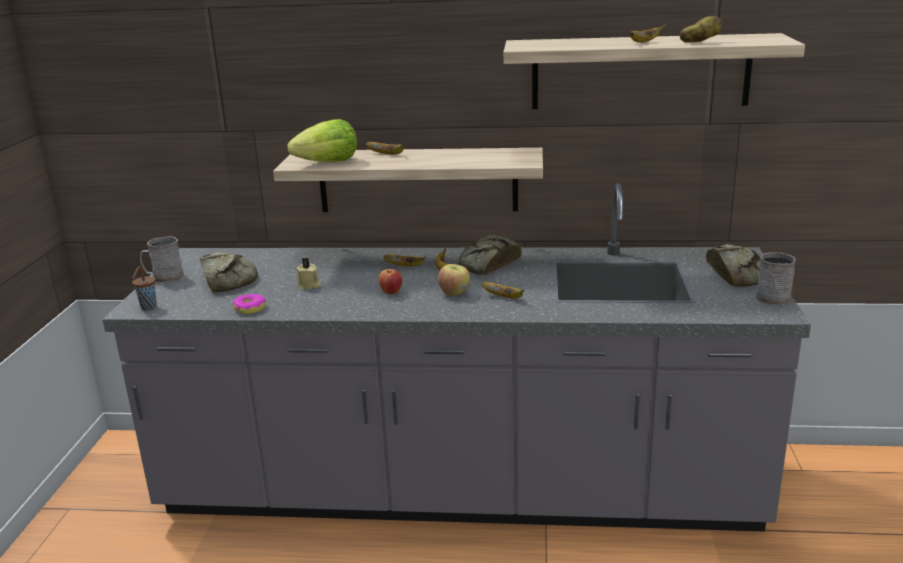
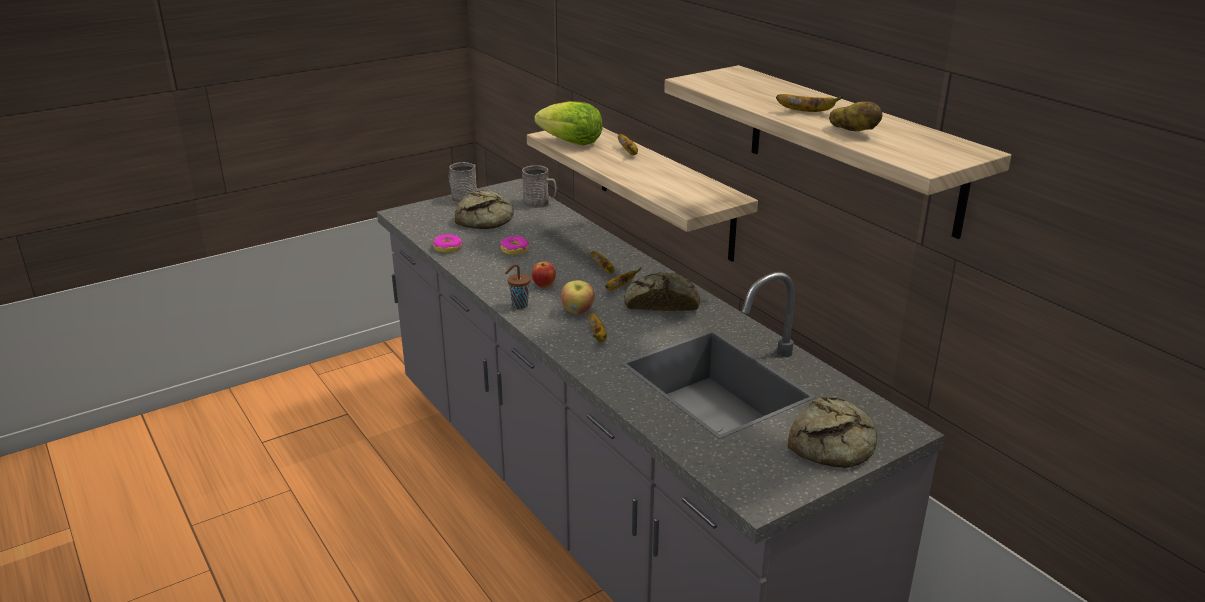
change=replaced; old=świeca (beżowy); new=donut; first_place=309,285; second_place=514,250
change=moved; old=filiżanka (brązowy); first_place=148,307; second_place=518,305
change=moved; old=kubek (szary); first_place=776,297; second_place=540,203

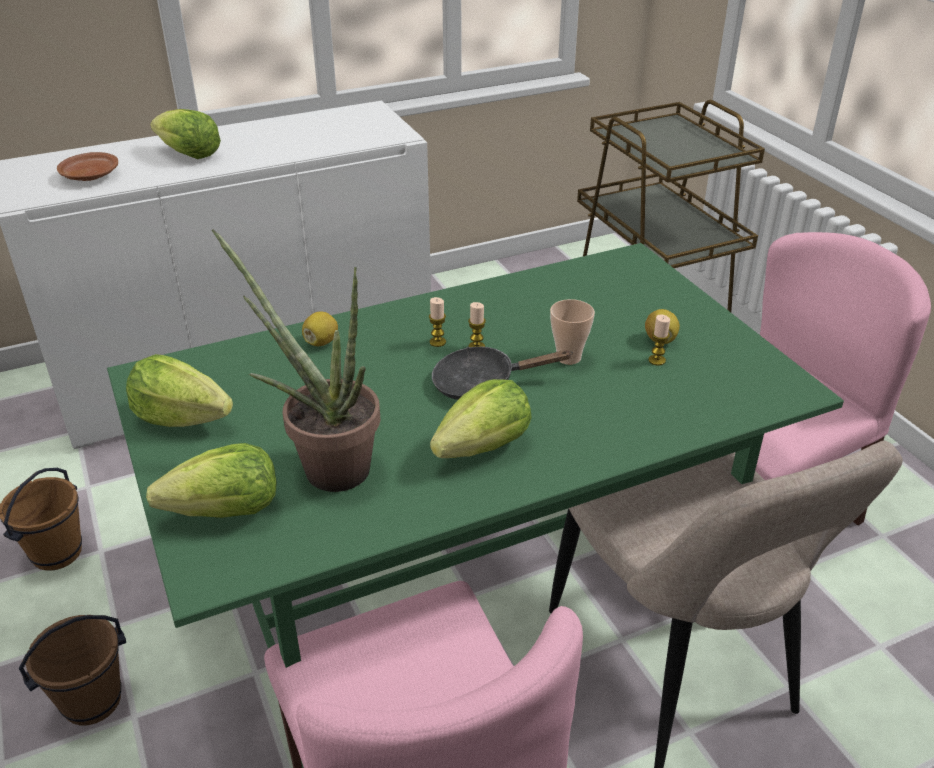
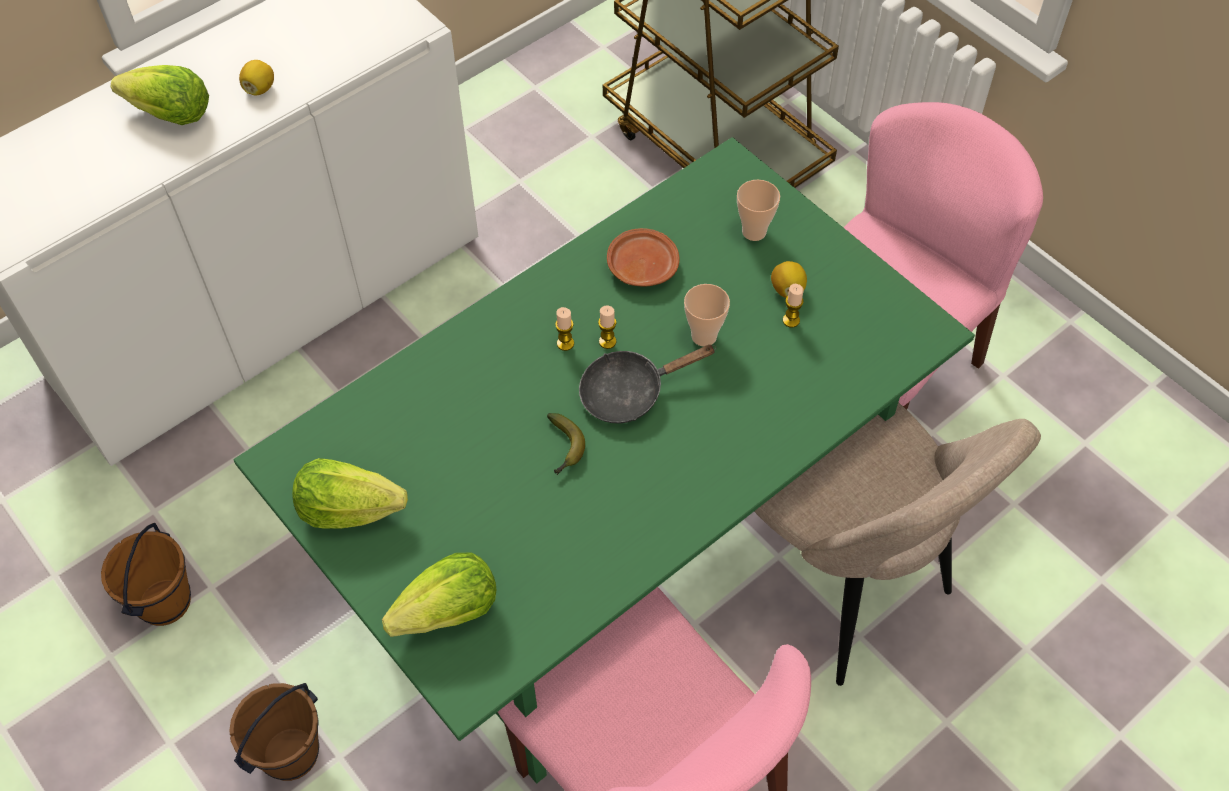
change=moved; old=cytryna; first_place=321,342; second_place=260,88
change=added; new=banan; second_place=564,448
change=moved; old=talerz (brązowy); first_place=90,176; second_place=642,266
change=added; new=filiżanka; second_place=754,232
change=removed; old=roślina doniczkowa; first_place=325,465
change=removed; old=sałata; first_place=484,447

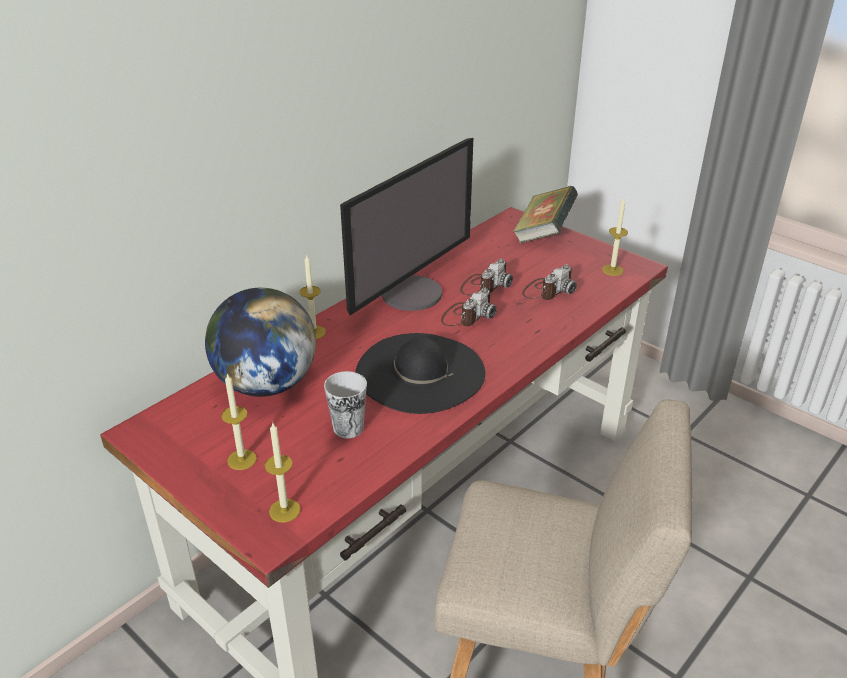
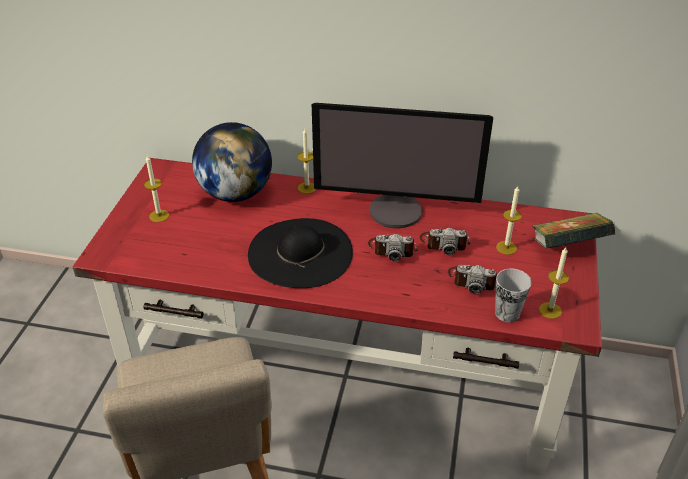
change=moved; old=filiżanka; first_place=348,428; second_place=507,313
change=moved; old=świeca; first_place=284,510; second_place=506,247

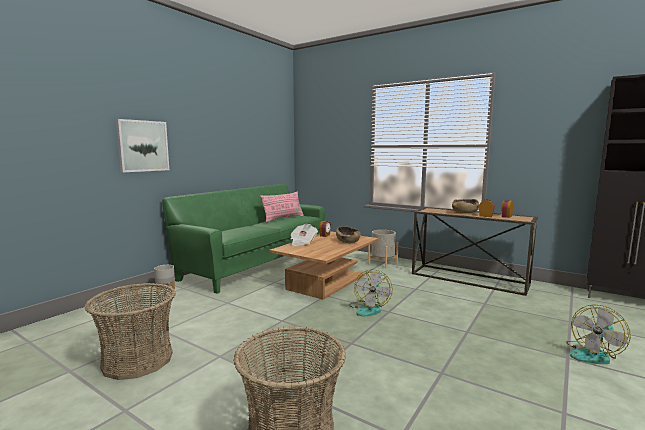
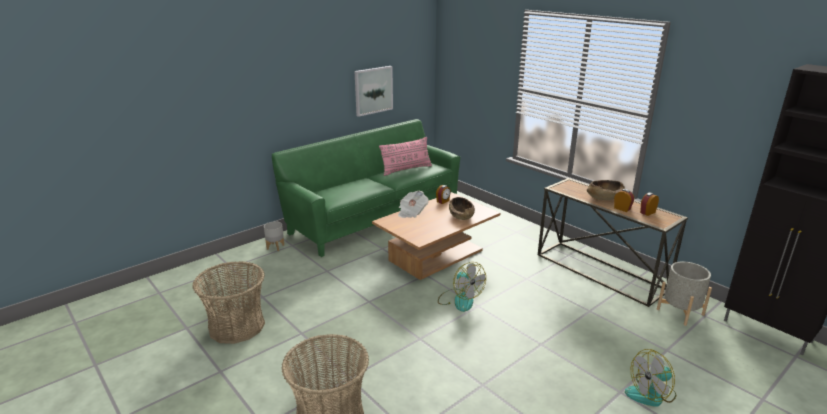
change=moved; old=obraz; first_place=143,146; second_place=373,90
change=turned; old=wentylator; first_place=369,309; second_place=459,299; degrees=-60
change=moved; old=donica (szary); first_place=382,263; second_place=680,312

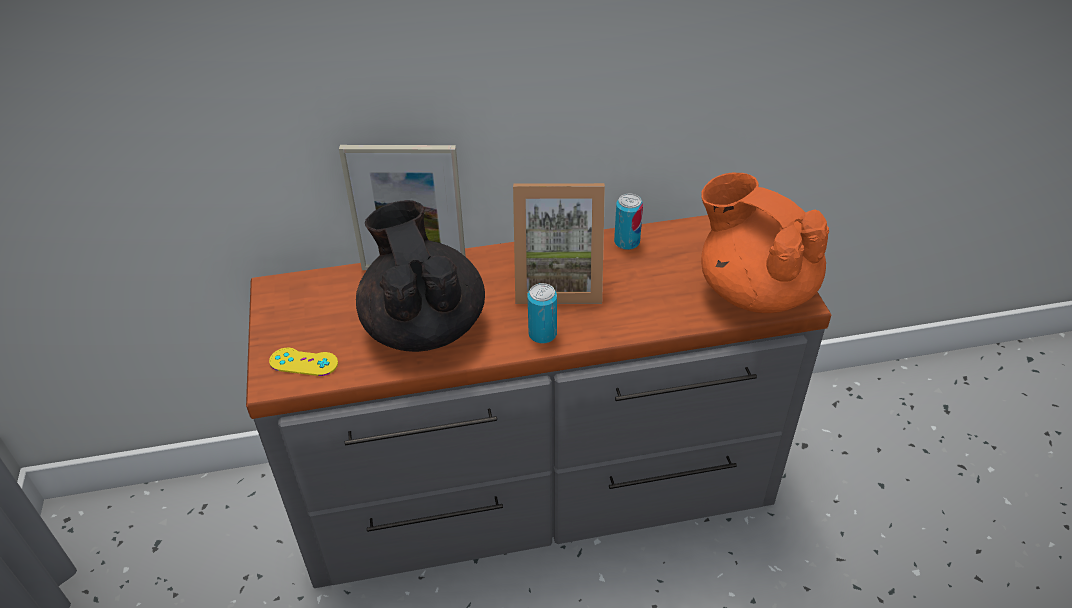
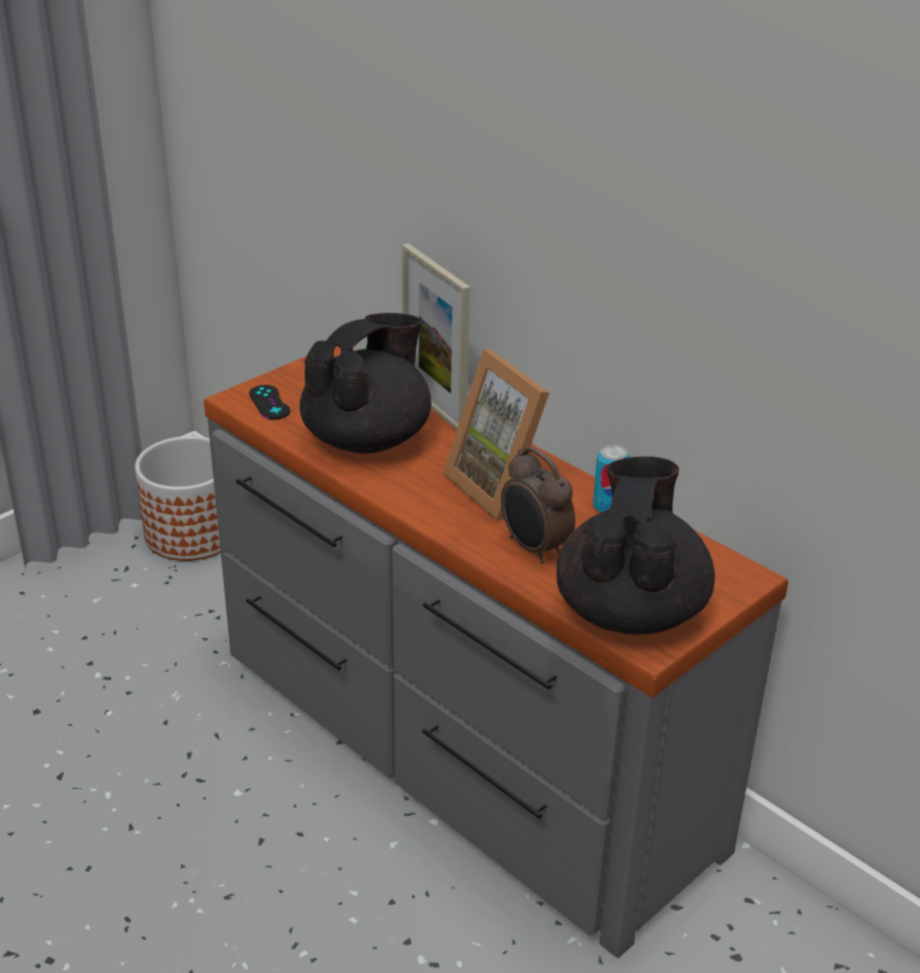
change=added; new=donica; second_place=193,534
change=recoloured; old=pad do gier (żółty); new=pad do gier (czarny); first_place=303,362; second_place=269,402
change=added; new=budzik; second_place=534,549
change=recoloured; old=imbryk (pomarańczowy); new=imbryk (czarny); first_place=754,289; second_place=630,610
change=removed; old=puszka; first_place=542,334

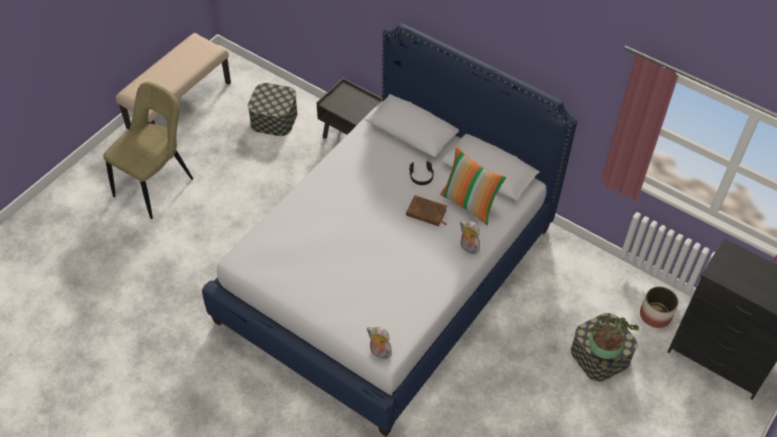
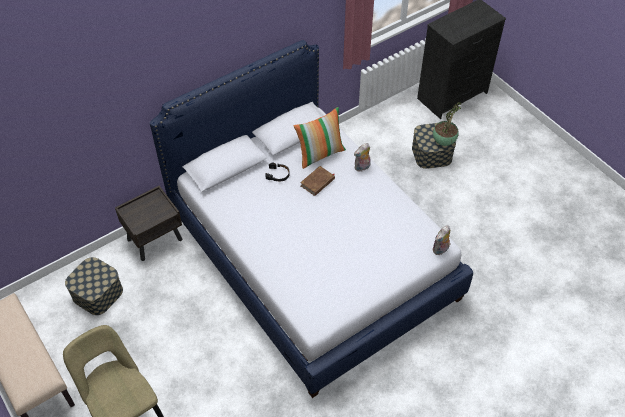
change=removed; old=donica; first_place=655,315

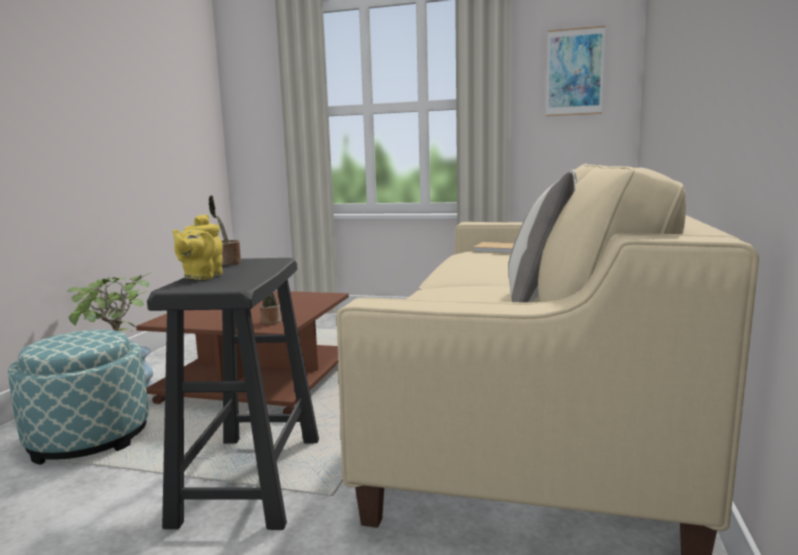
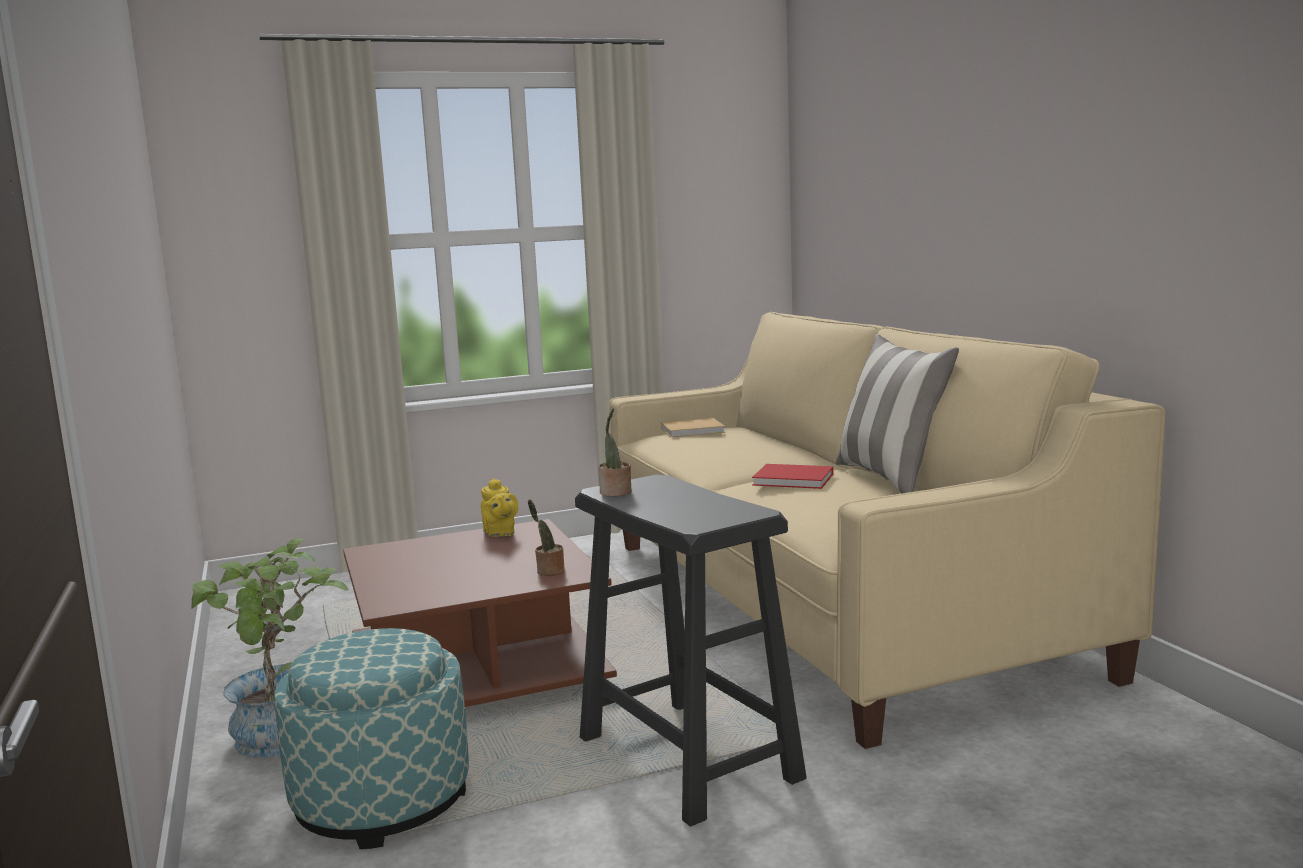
change=moved; old=imbryk (żółty); first_place=201,276; second_place=500,533
change=added; new=książka (czerwony); second_place=795,480
change=removed; old=obraz; first_place=574,72

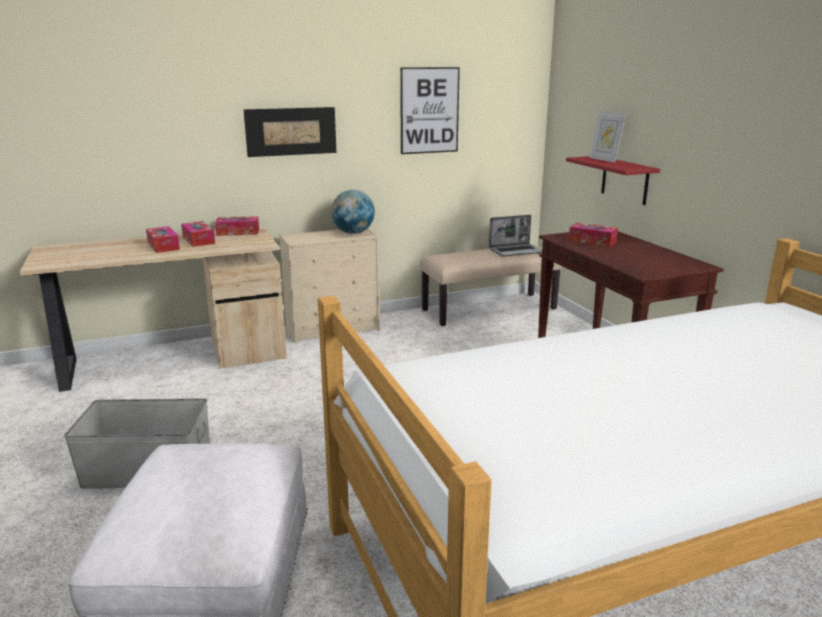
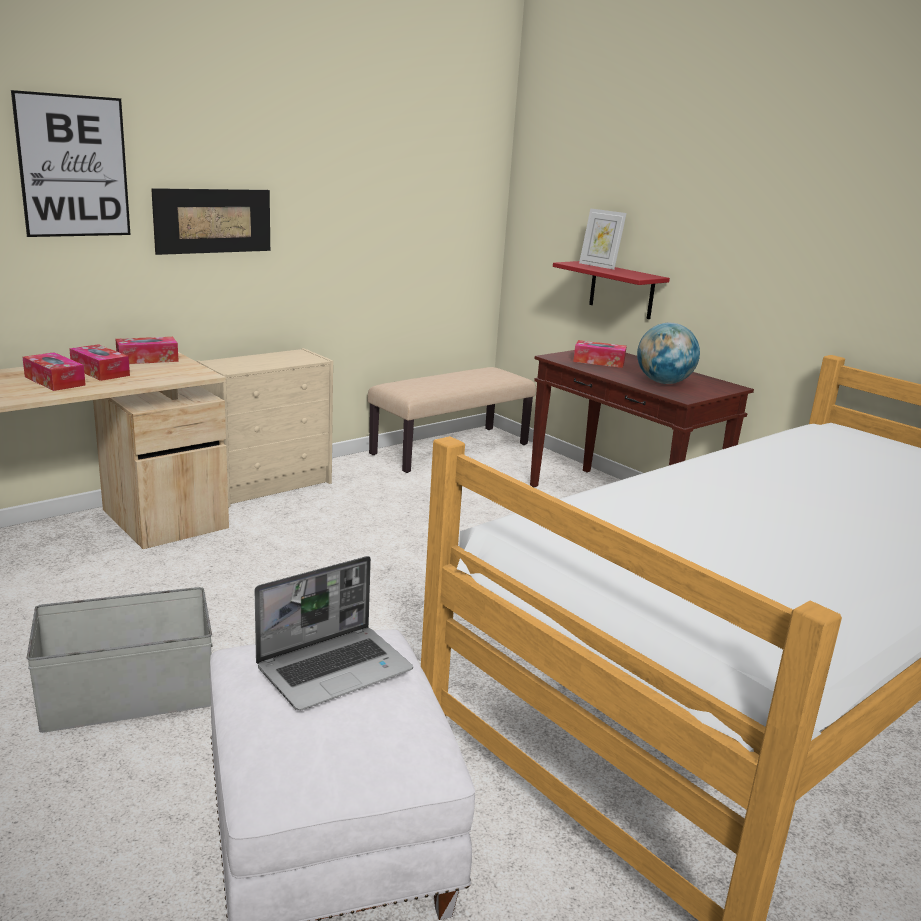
change=moved; old=obraz; first_place=429,110; second_place=73,166
change=moved; old=laptop; first_place=516,251; second_place=335,668
change=moved; old=globus; first_place=353,233; second_place=663,382

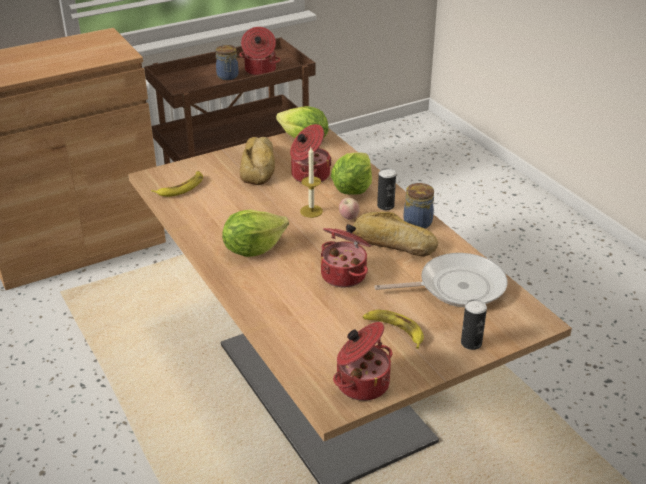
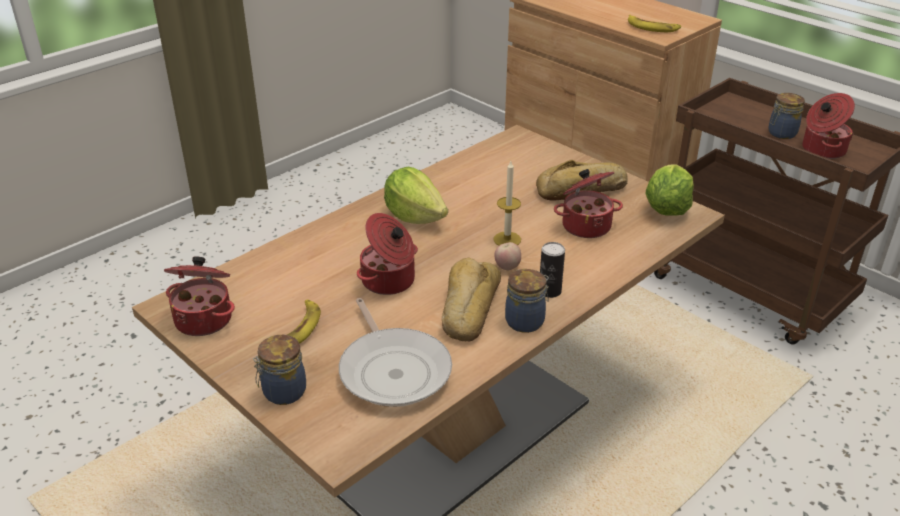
change=replaced; old=puszka; new=słoik; first_place=471,343; second_place=282,392
change=moved; old=banan; first_place=181,187; second_place=652,27
change=removed; old=sałata; first_place=352,189

